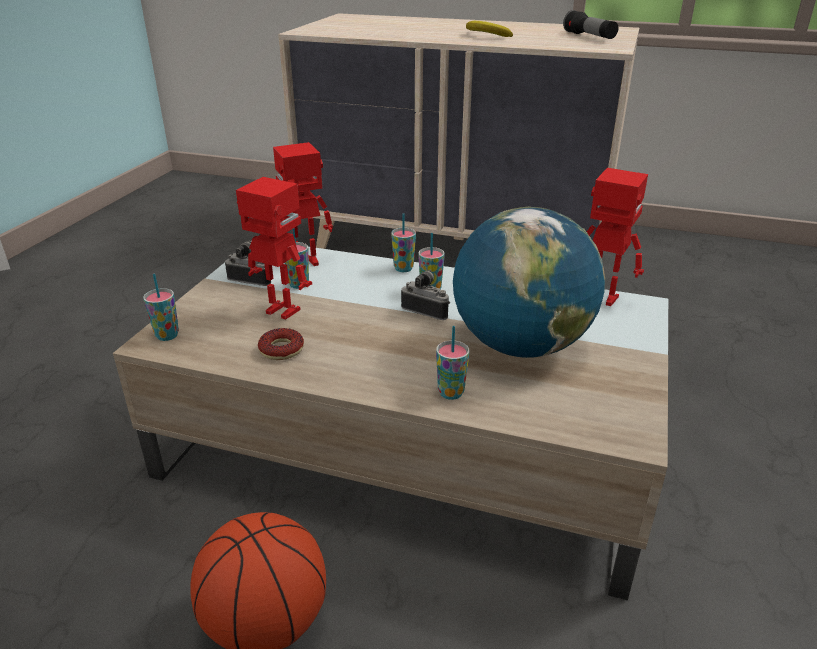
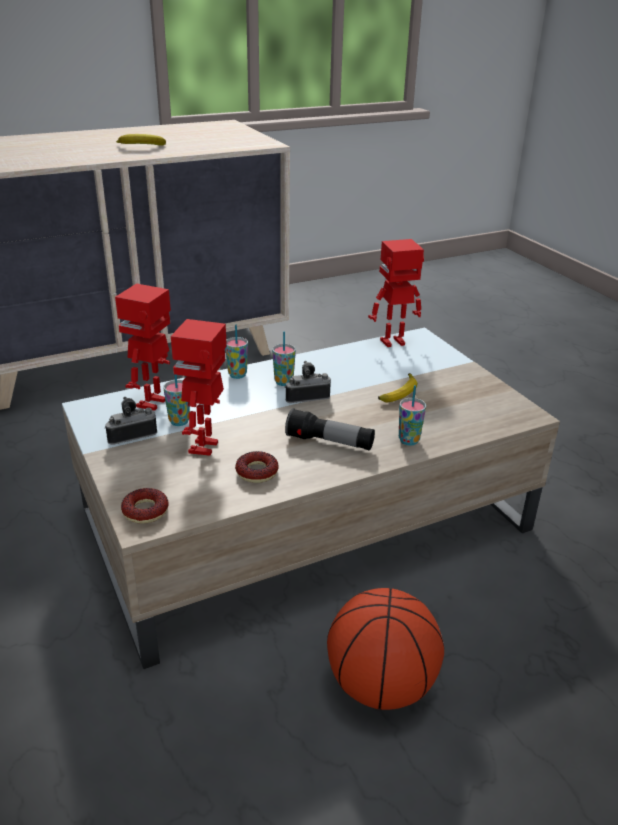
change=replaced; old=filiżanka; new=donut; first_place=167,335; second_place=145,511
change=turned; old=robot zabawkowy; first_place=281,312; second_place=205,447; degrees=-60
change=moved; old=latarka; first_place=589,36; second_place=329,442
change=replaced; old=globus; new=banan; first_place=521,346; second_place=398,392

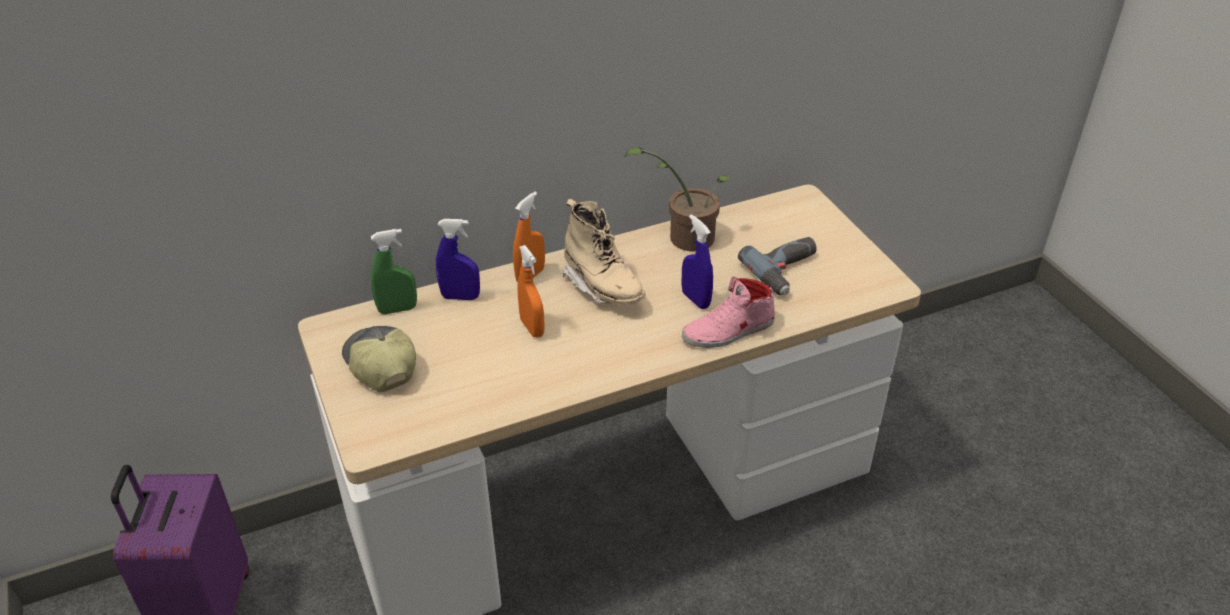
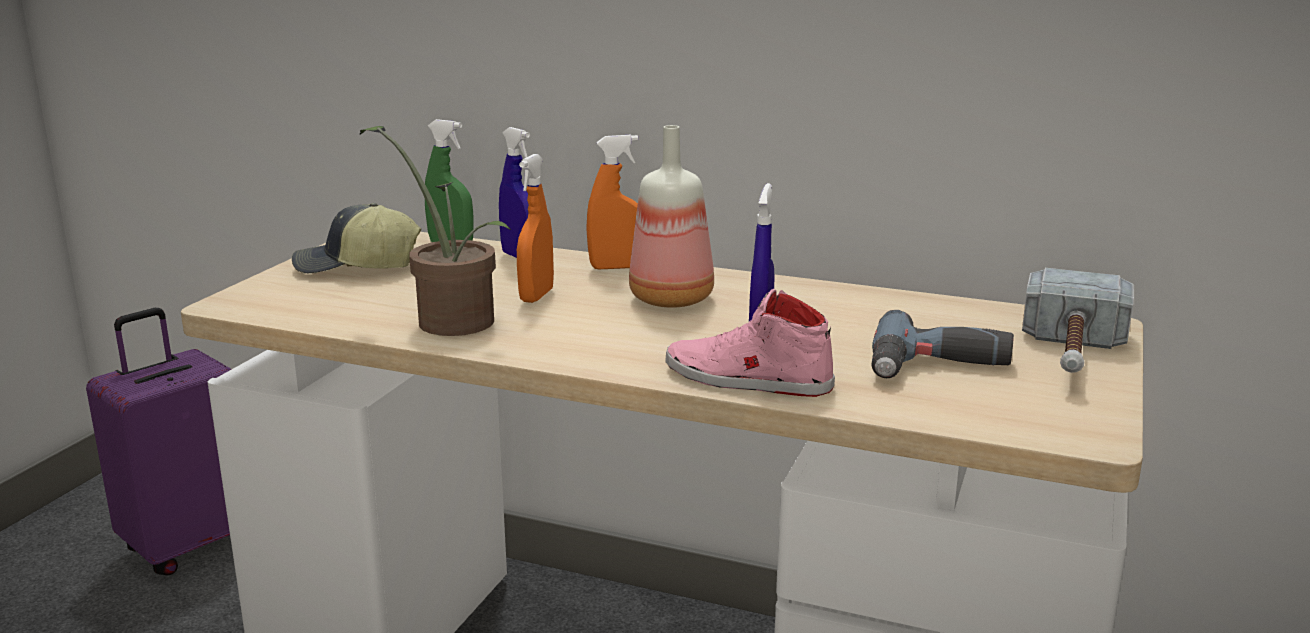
change=turned; old=czapka z daszkiem; first_place=379,365; second_place=356,267; degrees=-105
change=moved; old=roślina doniczkowa; first_place=684,237; second_place=450,318
change=replaced; old=but z cholewką (beżowy); new=butelka; first_place=603,287; second_place=673,298
change=added; new=młotek; second_place=1071,355

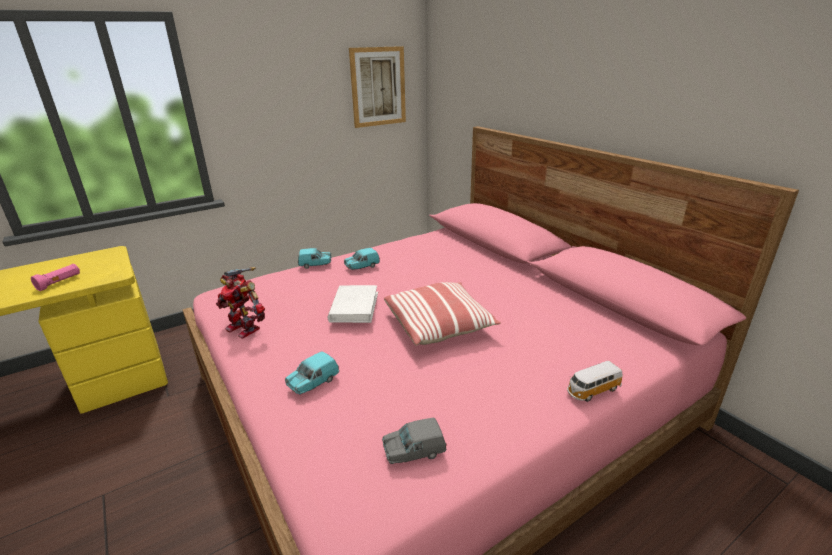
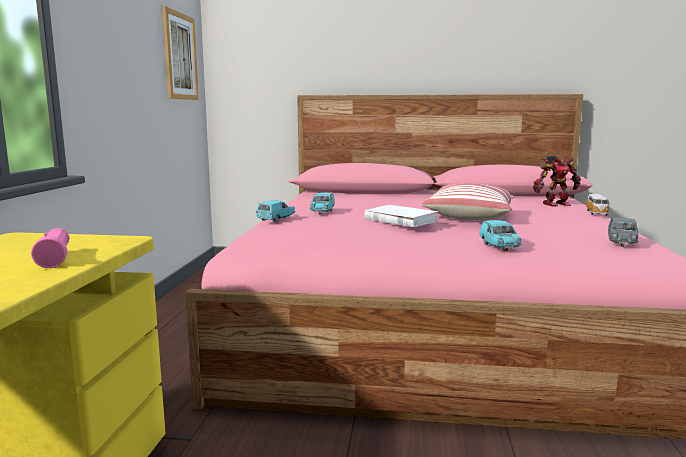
change=moved; old=robot zabawkowy; first_place=245,328; second_place=555,204

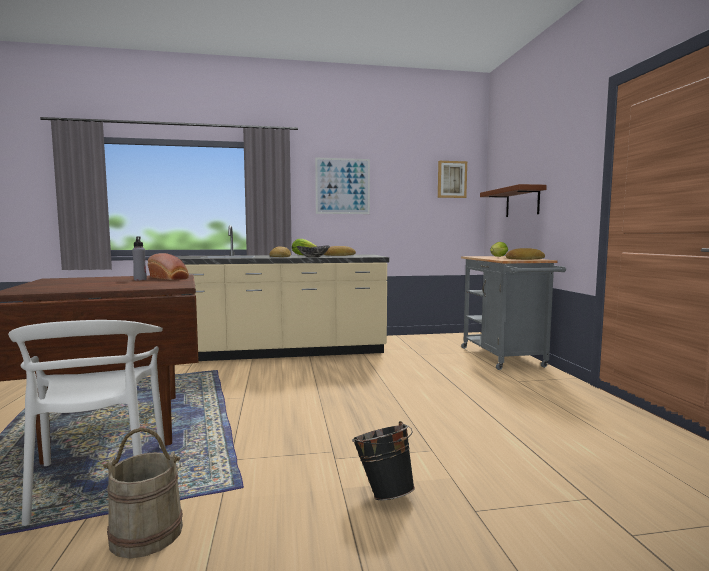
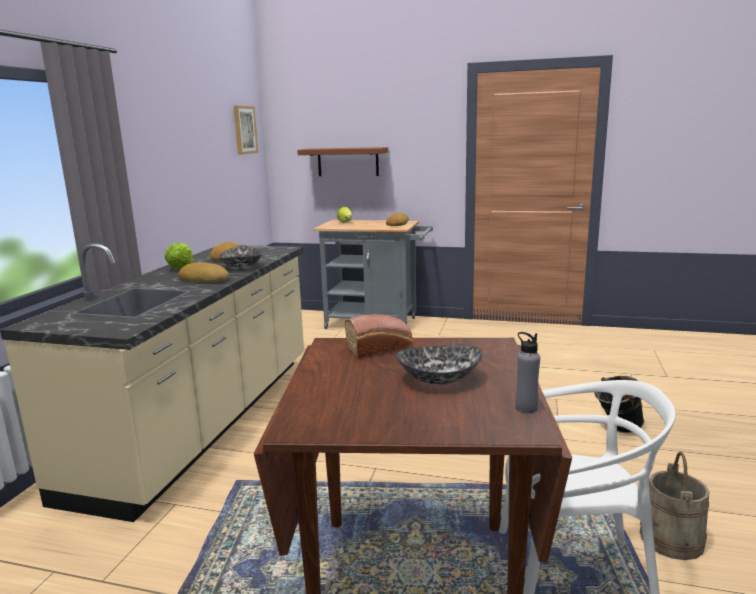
change=added; new=miska; second_place=438,379
change=moved; old=butelka (szary); first_place=140,279; second_place=526,408
change=removed; old=obraz; first_place=342,186

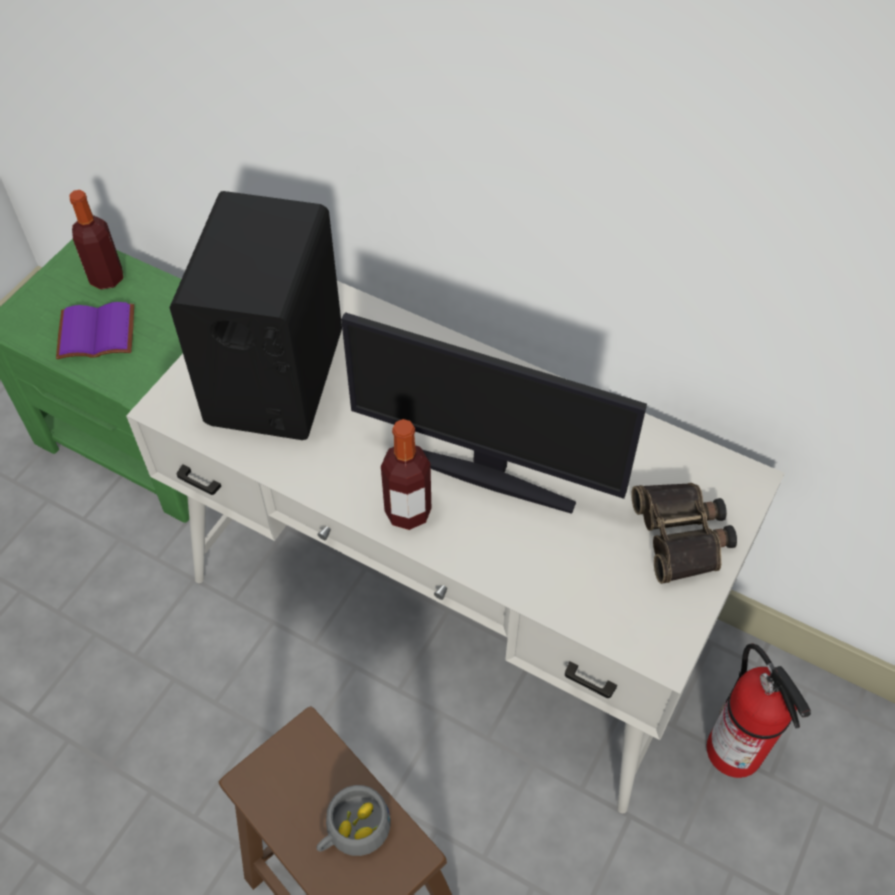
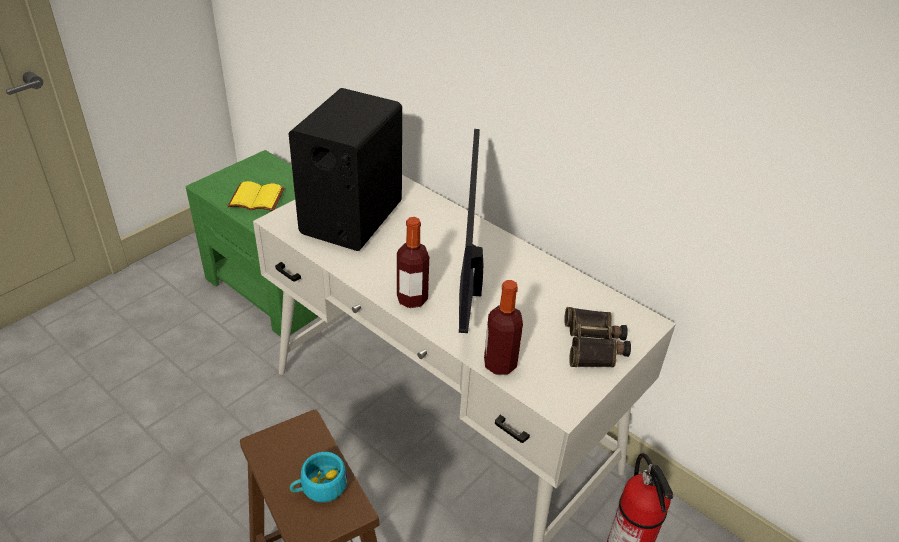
change=recoloured; old=książka (fioletowy); new=książka (żółty); first_place=95,335; second_place=255,199
change=recoloured; old=filiżanka (szary); new=filiżanka (turkusowy); first_place=352,831; second_place=319,487
change=turned; old=monitor; first_place=486,474; second_place=470,288; degrees=60
change=moved; old=butelka; first_place=106,278; second_place=500,364

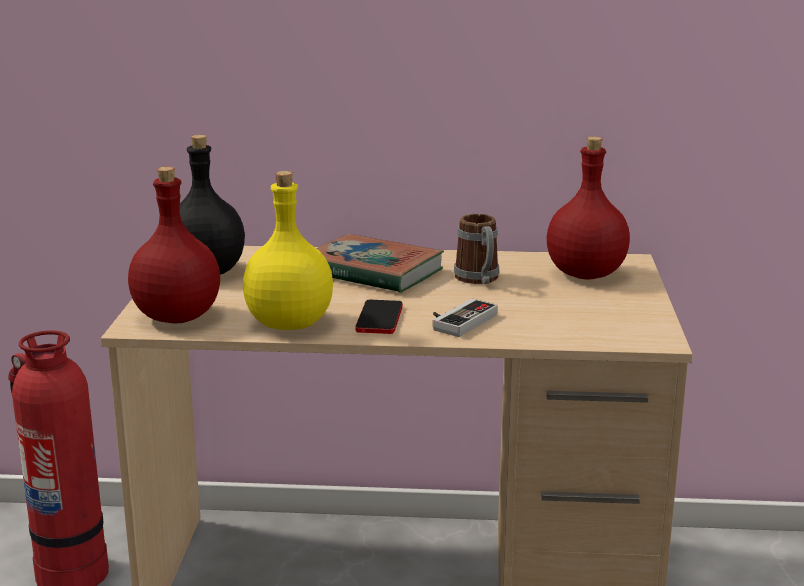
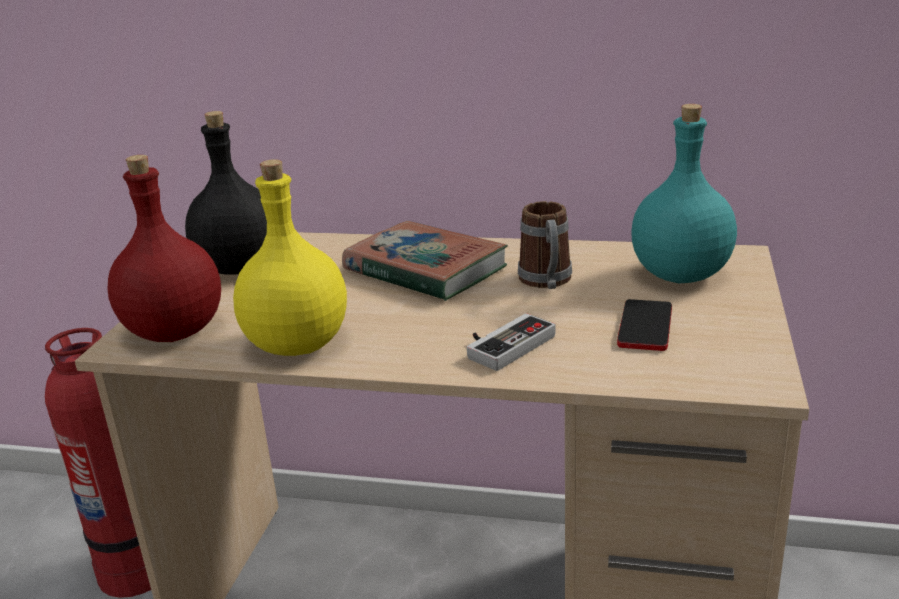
change=moved; old=telefon; first_place=379,318; second_place=645,327
change=recoloured; old=butelka (czerwony); new=butelka (turkusowy); first_place=586,275; second_place=681,276

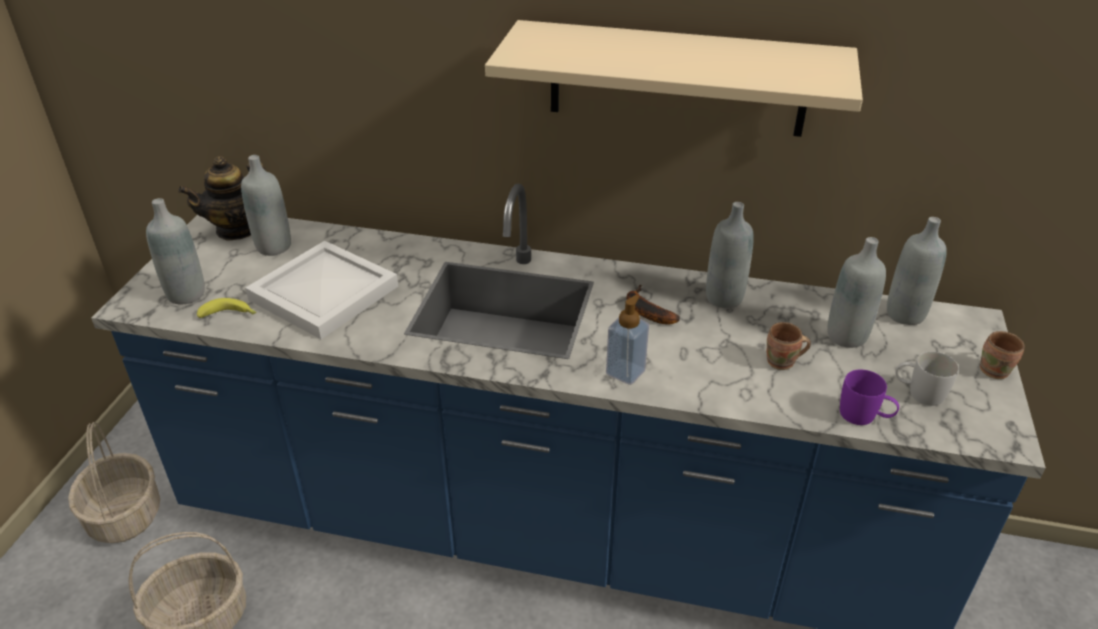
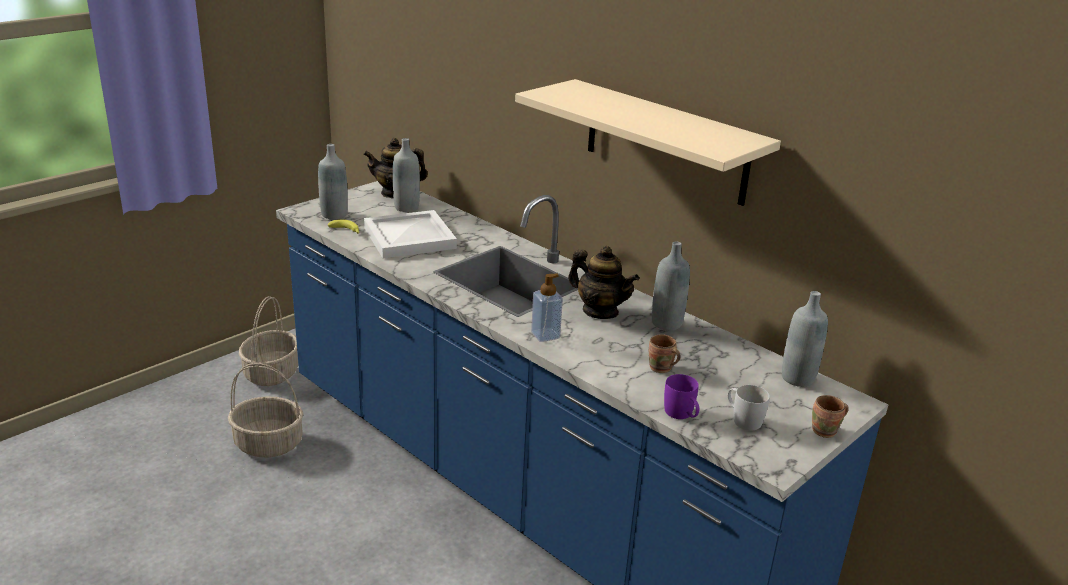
change=replaced; old=banan; new=imbryk; first_place=645,311; second_place=600,311
change=removed; old=butelka (szary); first_place=846,336

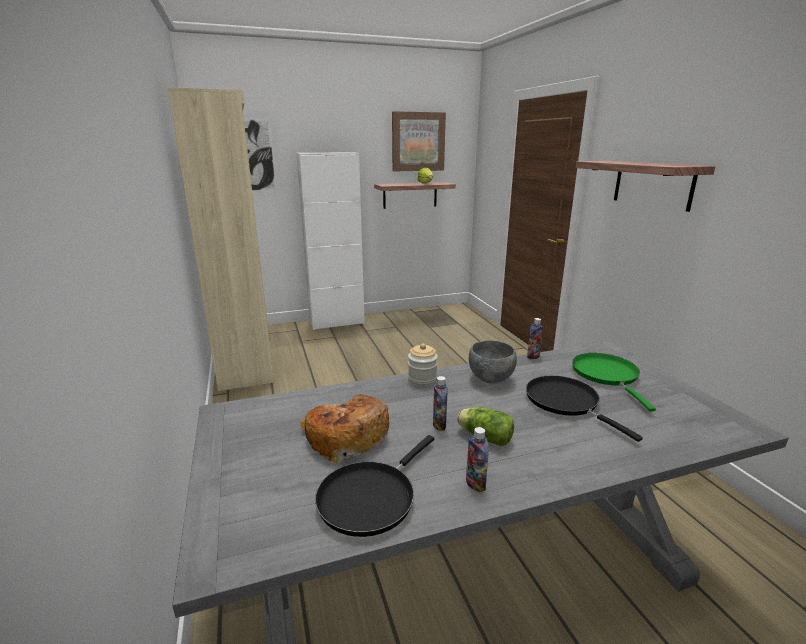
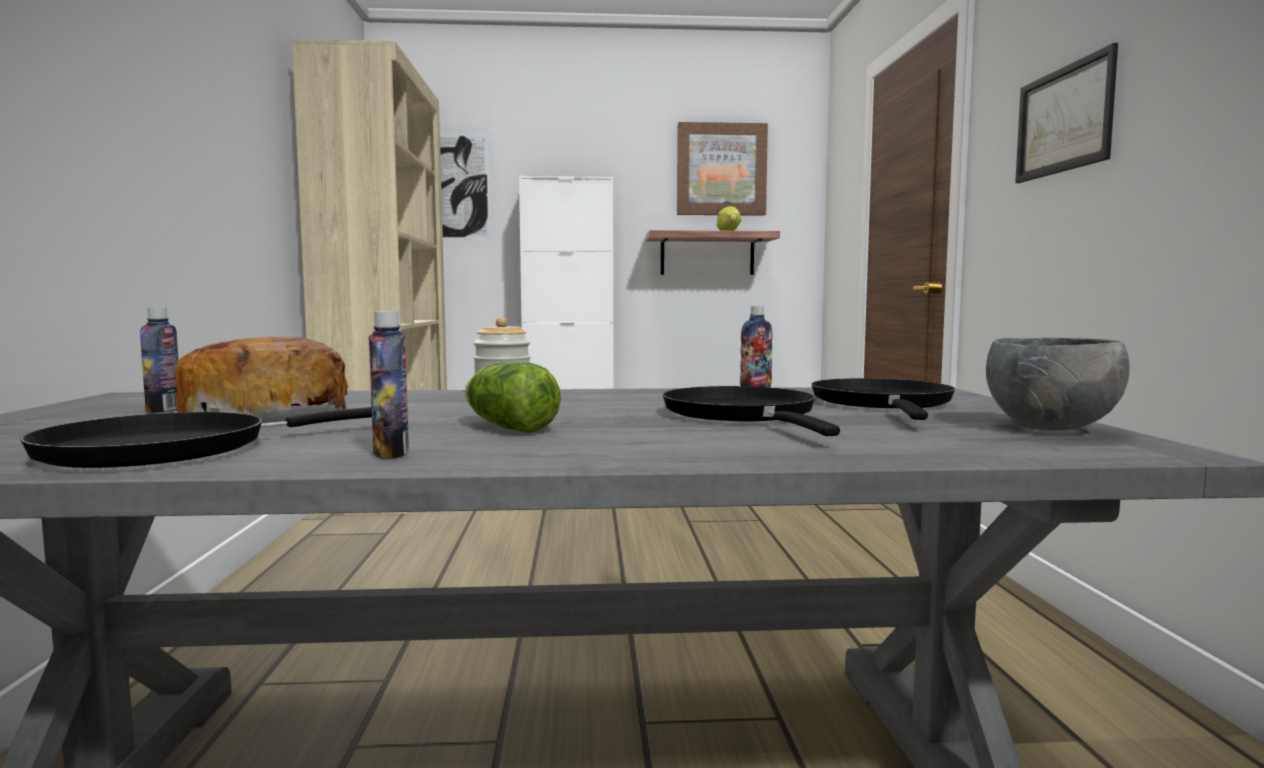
change=moved; old=butelka; first_place=439,425; second_place=164,410
change=recoloured; old=patelnia (zielony); new=patelnia (czarny); first_place=607,375; second_place=883,404
change=moved; old=miska (szary); first_place=491,378; second_place=1051,428
change=replaced; old=półka; new=obraz; first_place=652,184; second_place=1063,120

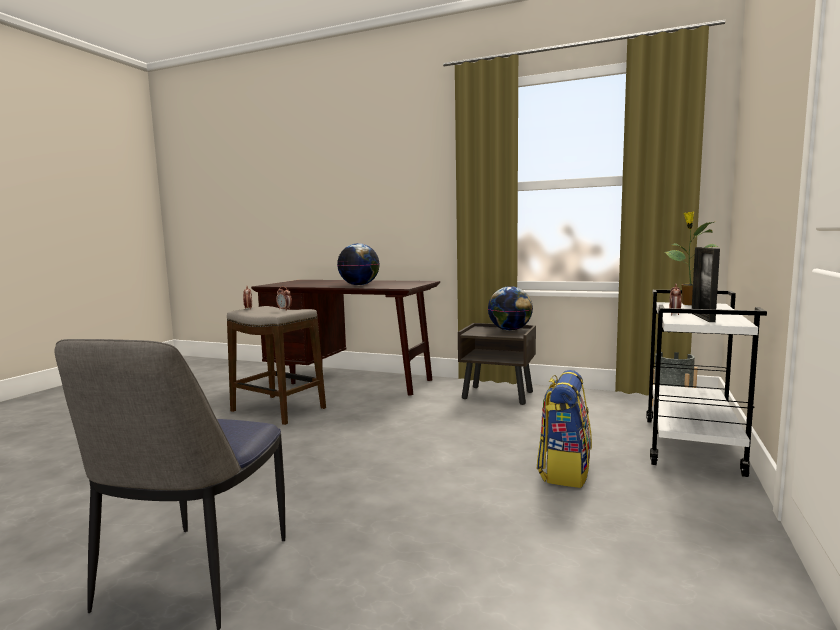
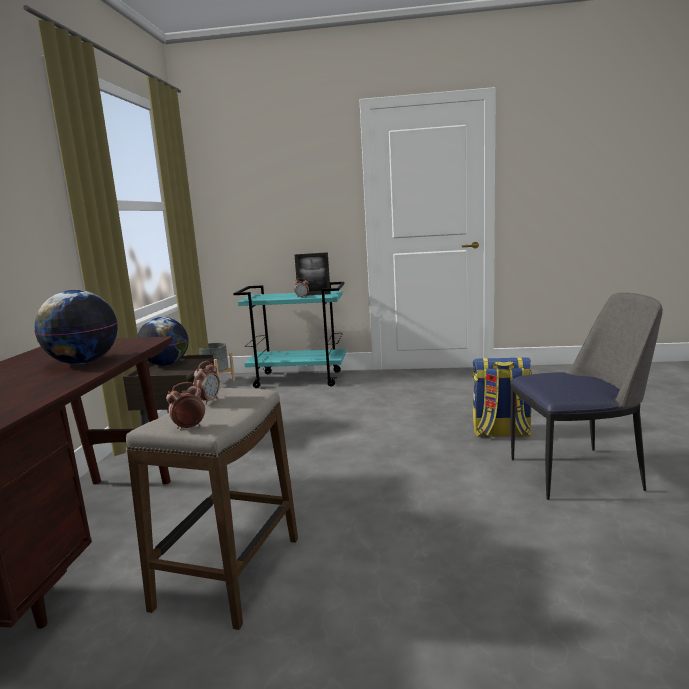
change=recoloured; old=wózek (biały); new=wózek (turkusowy); first_place=692,446; second_place=299,379
change=moved; old=plecak; first_place=564,471; second_place=500,433
change=removed; old=roślina doniczkowa; first_place=689,304

